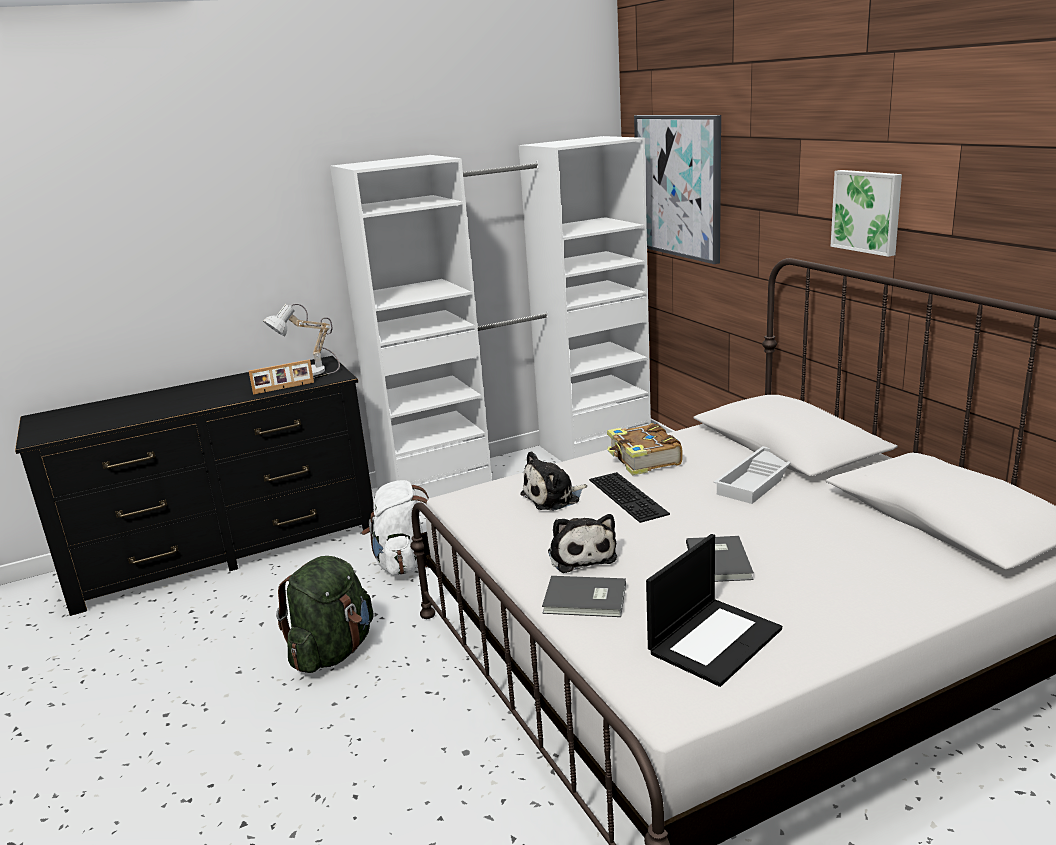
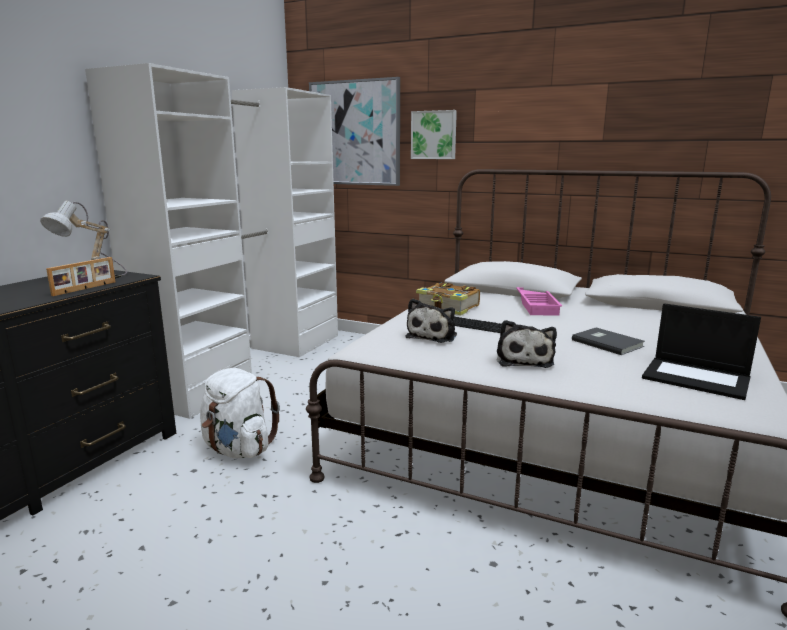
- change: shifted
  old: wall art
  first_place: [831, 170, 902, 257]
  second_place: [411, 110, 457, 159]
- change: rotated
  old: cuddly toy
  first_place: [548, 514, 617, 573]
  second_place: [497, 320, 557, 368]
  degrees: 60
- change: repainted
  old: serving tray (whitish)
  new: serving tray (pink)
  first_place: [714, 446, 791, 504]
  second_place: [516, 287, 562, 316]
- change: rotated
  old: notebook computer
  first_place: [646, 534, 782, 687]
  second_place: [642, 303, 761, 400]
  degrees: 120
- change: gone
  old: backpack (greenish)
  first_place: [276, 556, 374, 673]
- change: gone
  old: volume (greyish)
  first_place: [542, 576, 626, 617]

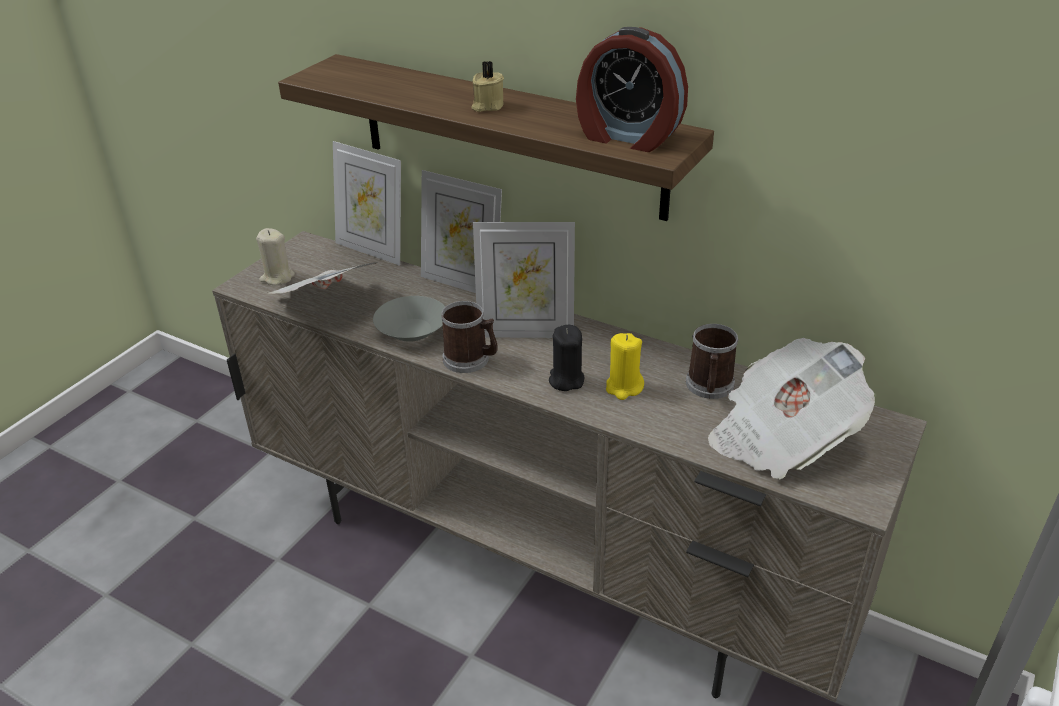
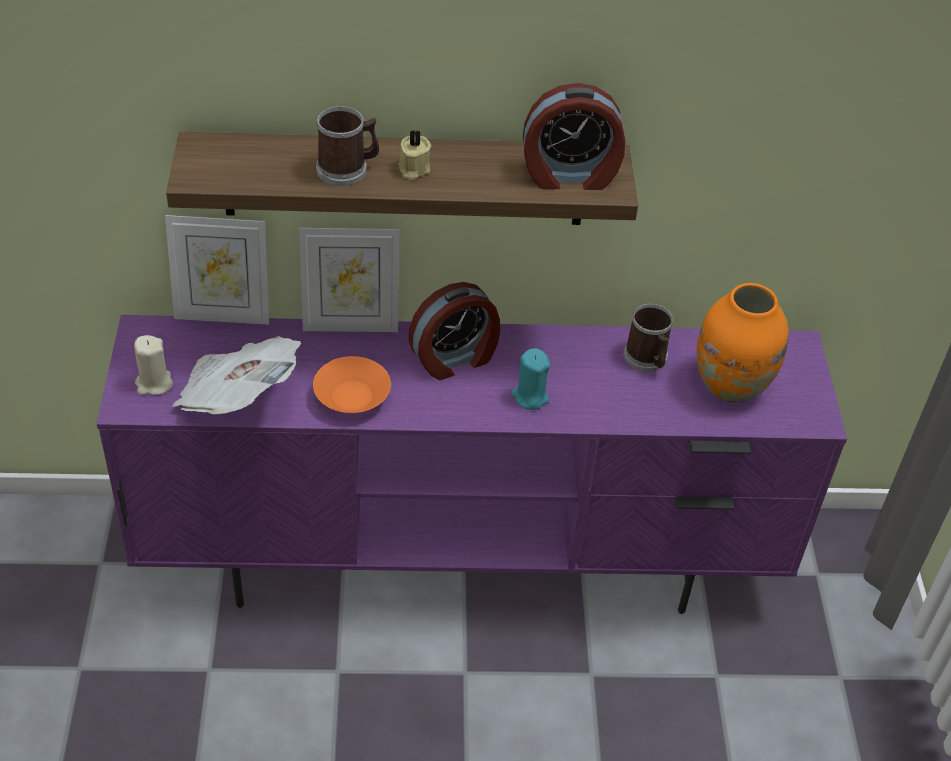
- change: repainted
  old: tv stand (beige)
  new: tv stand (purple-coloured)
  first_place: [212, 231, 927, 702]
  second_place: [97, 315, 847, 614]
- change: repainted
  old: serving bowl (greyish)
  new: serving bowl (orange-coloured)
  first_place: [373, 296, 445, 342]
  second_place: [313, 356, 391, 413]
- change: shifted
  old: mug
  first_place: [441, 301, 498, 373]
  second_place: [316, 106, 379, 186]
- change: swapped
  old: picture frame
  new: alarm clock
  first_place: [473, 222, 575, 338]
  second_place: [409, 282, 500, 380]
- change: repainted
  old: wax candle (black-coloured)
  new: wax candle (blue-green)
  first_place: [549, 325, 584, 391]
  second_place: [511, 348, 550, 410]
- change: swapped
  old: printed paper
  new: vase (orange-coloured)
  first_place: [708, 338, 875, 479]
  second_place: [697, 283, 789, 403]
- change: gone
  old: wax candle (yellow-coloured)
  first_place: [606, 333, 644, 400]

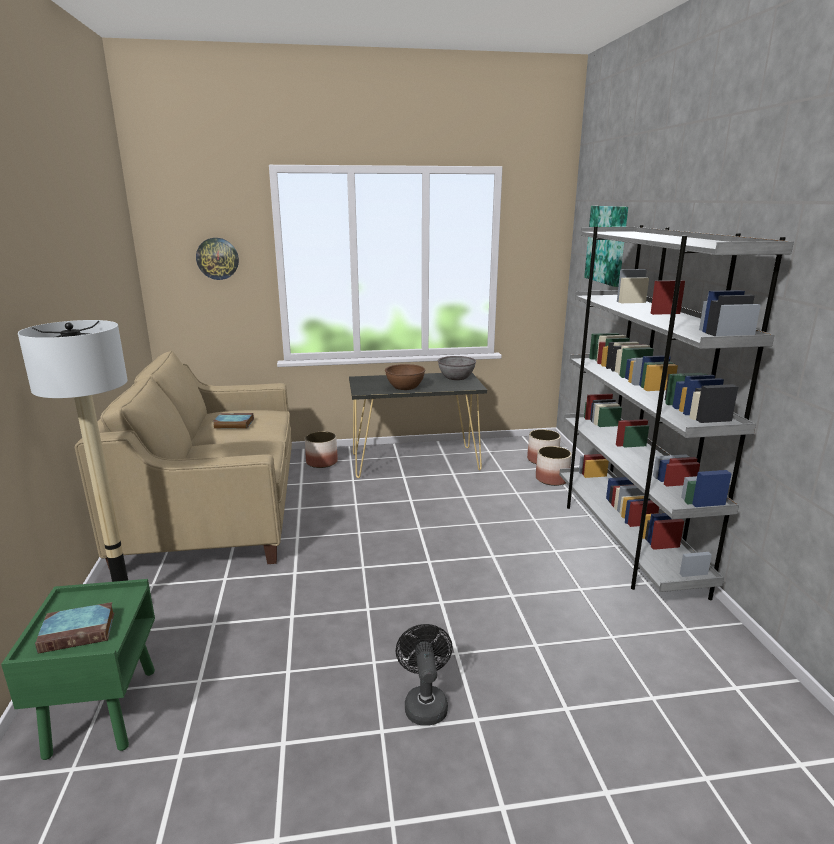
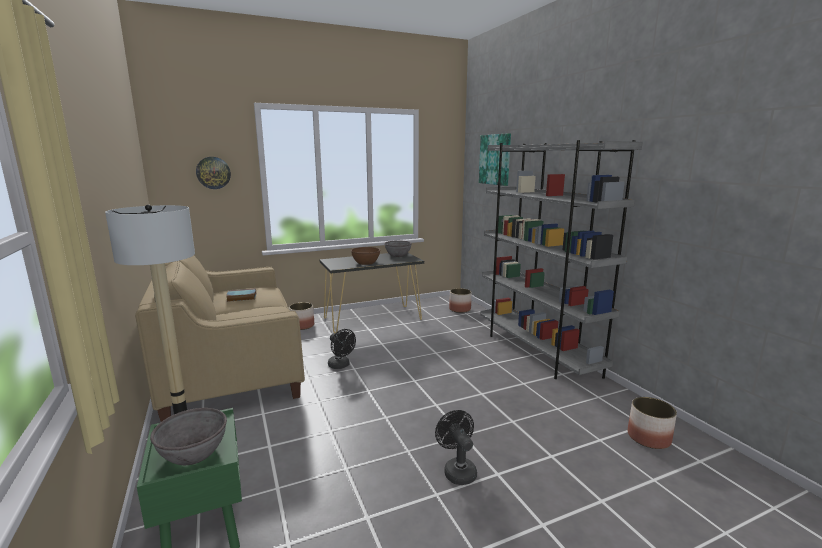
- change: swapped
  old: volume
  new: serving bowl (greyish)
  first_place: [35, 602, 115, 654]
  second_place: [150, 408, 227, 465]
- change: new
  new: cooling fan (black-coloured)
  second_place: [328, 329, 356, 369]
- change: shifted
  old: flower pot
  first_place: [536, 446, 572, 486]
  second_place: [628, 397, 677, 449]

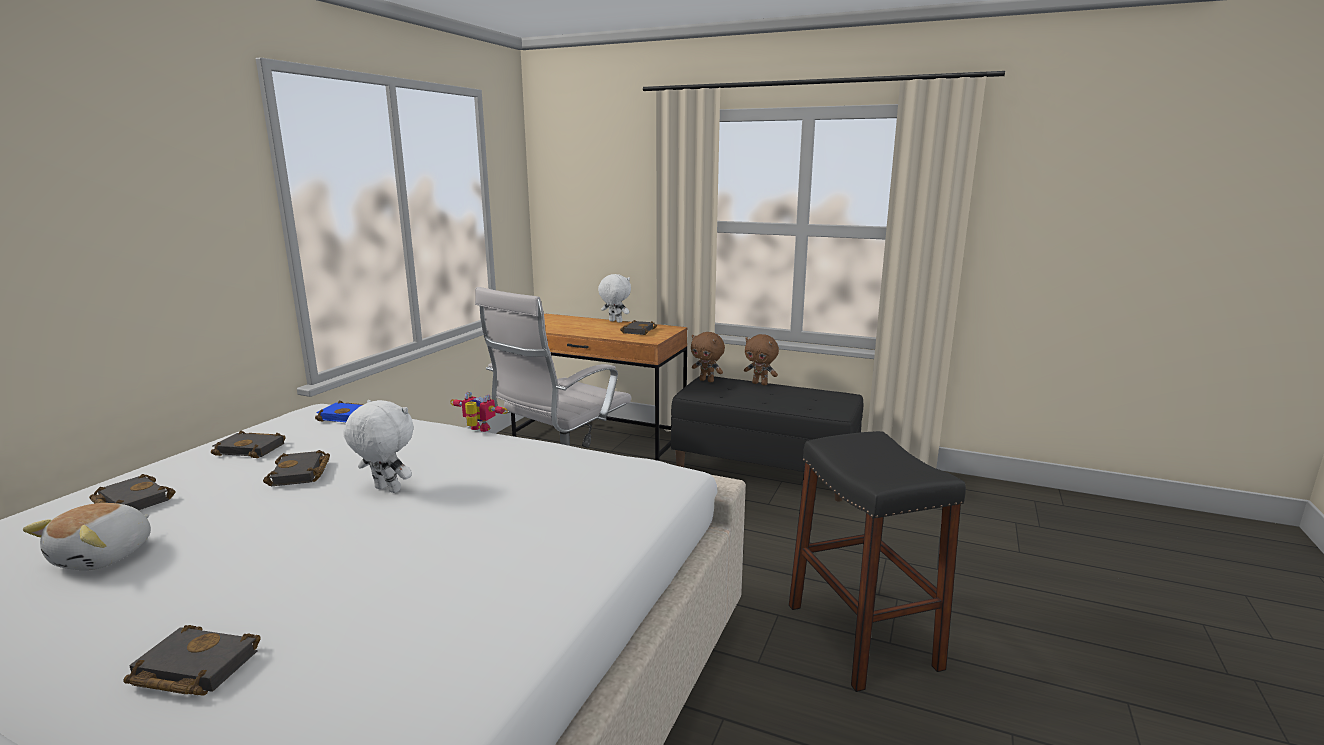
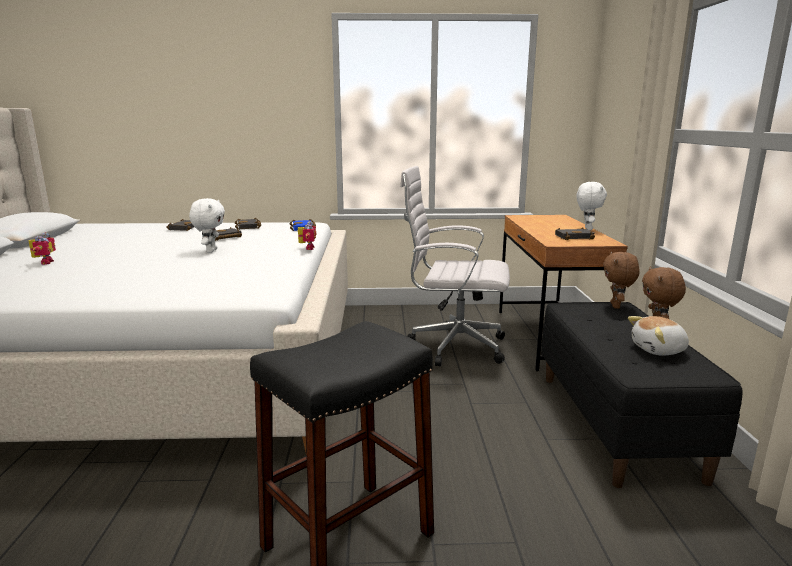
- change: swapped
  old: volume (black-coloured)
  new: robot figure
  first_place: [123, 625, 261, 696]
  second_place: [28, 233, 56, 265]
- change: shifted
  old: cuddly toy
  first_place: [23, 503, 151, 571]
  second_place: [628, 316, 689, 356]

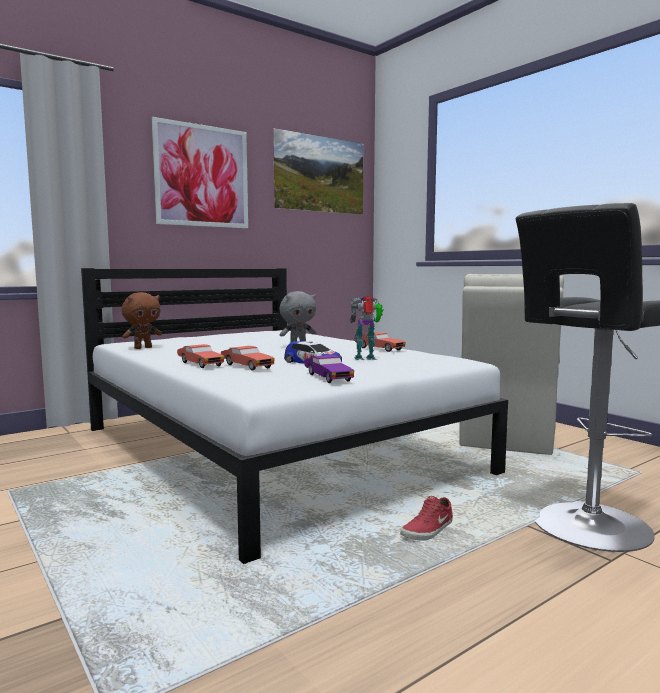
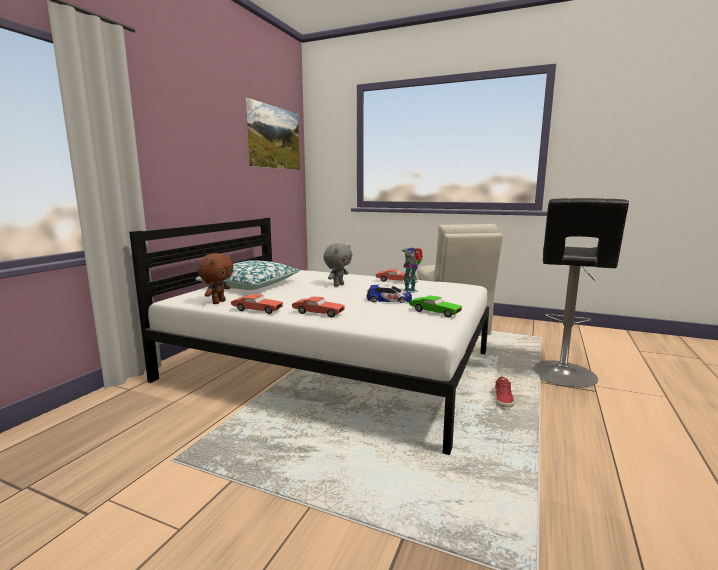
- change: new
  new: throw pillow
  second_place: [195, 260, 300, 290]
- change: shifted
  old: miniature car (reddish)
  first_place: [221, 346, 275, 370]
  second_place: [231, 294, 283, 314]
- change: repainted
  old: miniature car (purple-coloured)
  new: miniature car (greenish)
  first_place: [304, 355, 354, 383]
  second_place: [409, 296, 462, 317]
- change: gone
  old: wall art
  first_place: [152, 117, 248, 228]

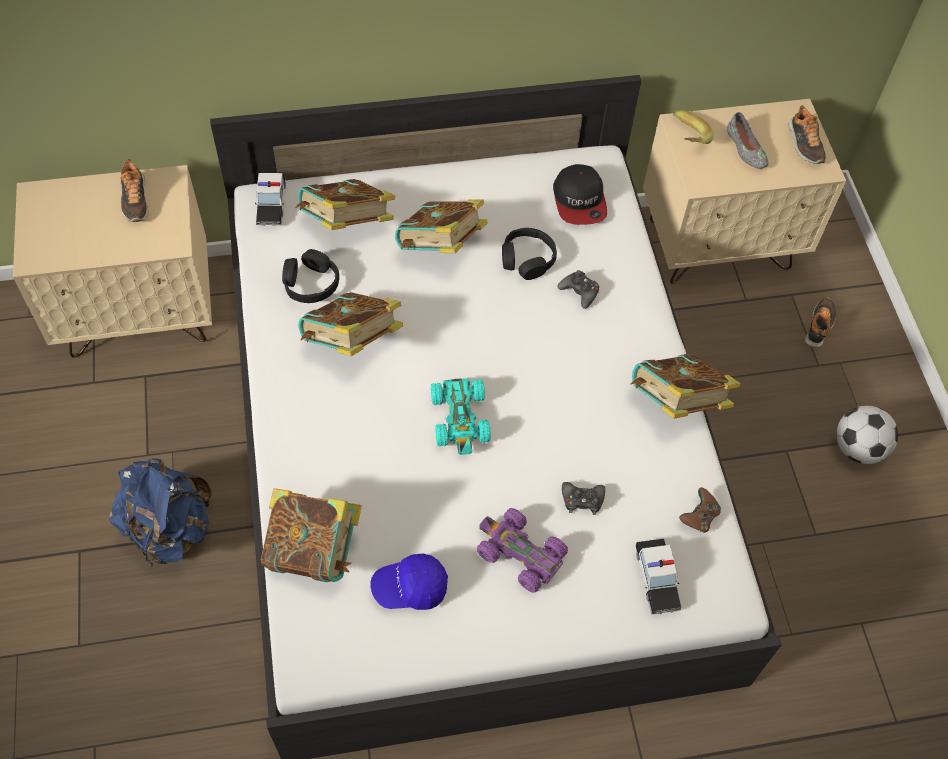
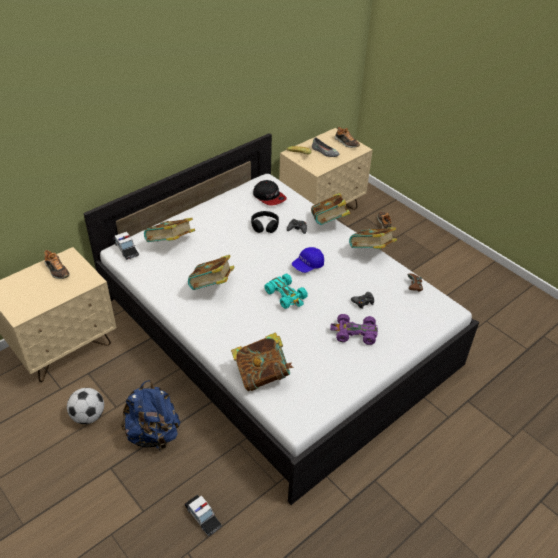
- change: shifted
  old: football
  first_place: [836, 406, 898, 464]
  second_place: [67, 388, 104, 424]
- change: shifted
  old: miniature car
  first_place: [636, 539, 681, 614]
  second_place: [185, 495, 222, 537]
- change: shifted
  old: cap (bluish)
  first_place: [370, 554, 448, 610]
  second_place: [292, 247, 324, 273]
- change: shifted
  old: volume
  first_place: [395, 199, 488, 253]
  second_place: [311, 193, 351, 225]
- change: gone
  old: headphones (black-coloured)
  first_place: [282, 249, 339, 303]

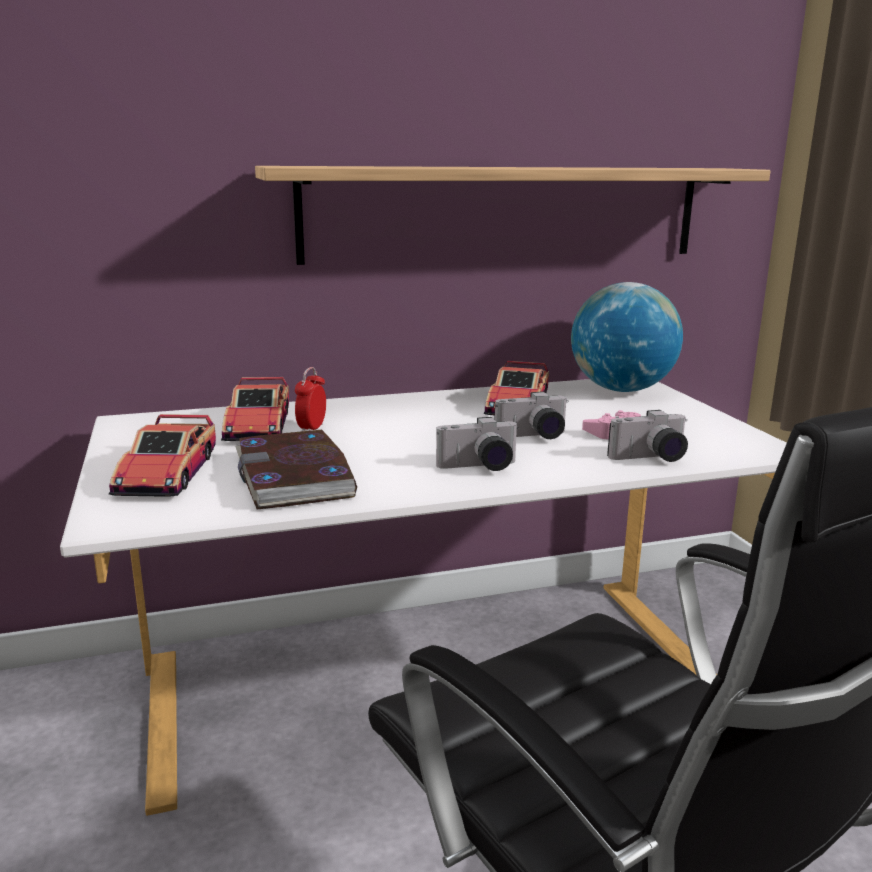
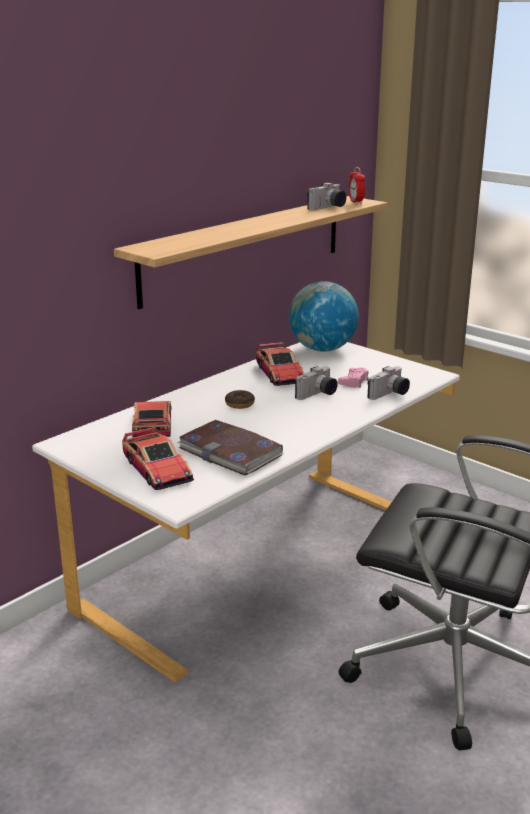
- change: rotated
  old: miniature car
  first_place: [221, 377, 289, 441]
  second_place: [132, 401, 171, 437]
  degrees: -150
- change: new
  new: ring doughnut
  second_place: [225, 390, 255, 409]
- change: shifted
  old: photo camera
  first_place: [436, 417, 519, 471]
  second_place: [307, 183, 346, 210]
- change: shifted
  old: alarm clock
  first_place: [295, 367, 326, 431]
  second_place: [349, 167, 365, 204]

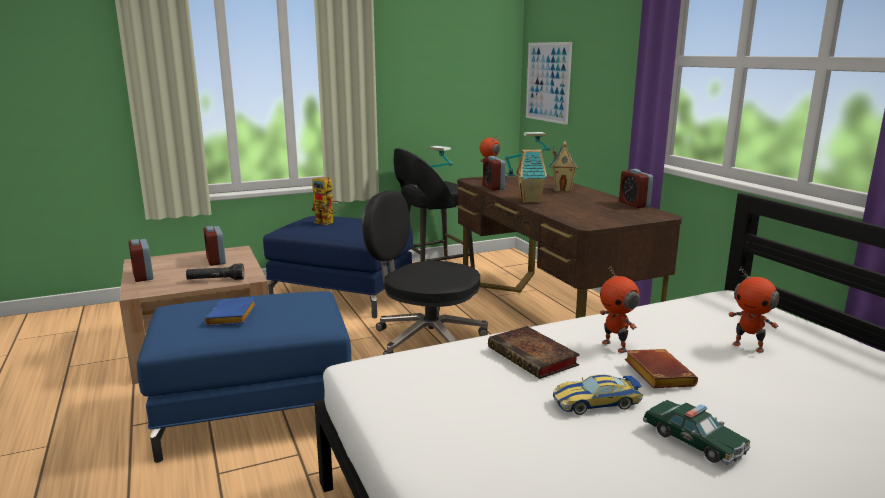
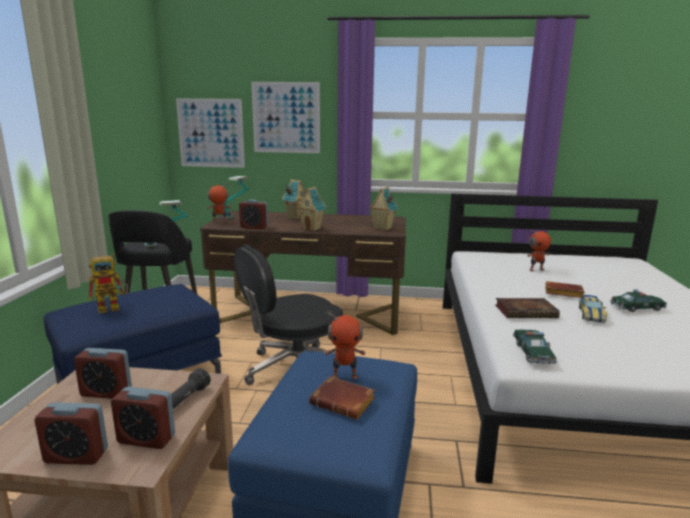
- change: shifted
  old: alarm clock
  first_place: [619, 169, 653, 208]
  second_place: [111, 387, 175, 449]
- change: new
  new: wall art
  second_place: [251, 82, 320, 153]
- change: repainted
  old: volume (bluish)
  new: volume (brown-coloured)
  first_place: [205, 297, 256, 326]
  second_place: [309, 376, 375, 419]
- change: shifted
  old: robot figure
  first_place: [600, 266, 640, 353]
  second_place: [325, 310, 366, 379]
- change: new
  new: model house
  second_place: [369, 187, 398, 231]
- change: new
  new: miniature car
  second_place: [513, 329, 557, 364]

